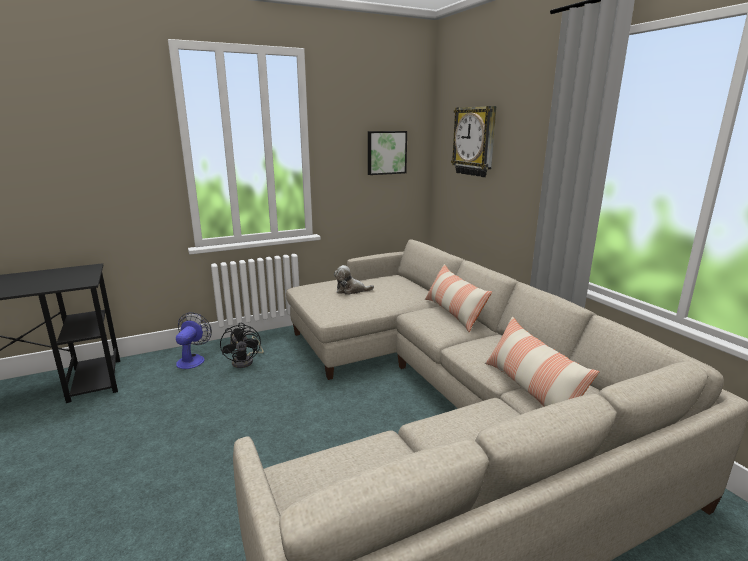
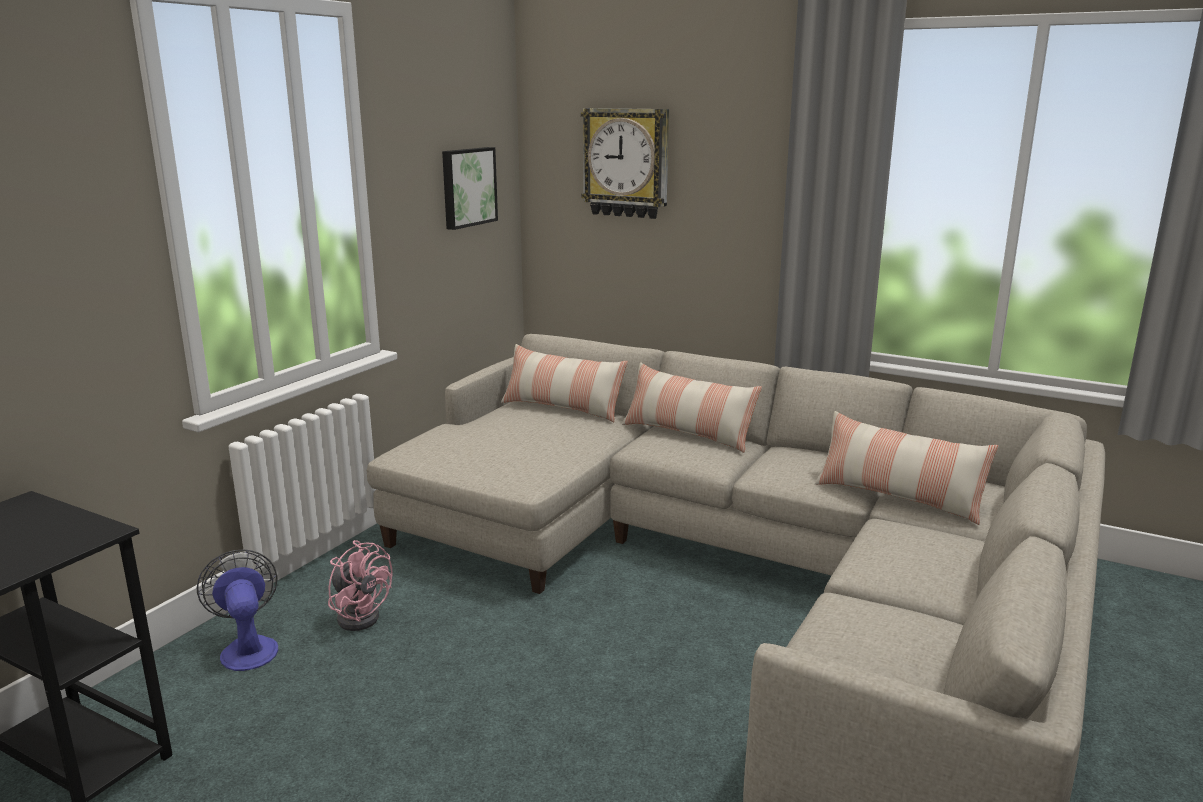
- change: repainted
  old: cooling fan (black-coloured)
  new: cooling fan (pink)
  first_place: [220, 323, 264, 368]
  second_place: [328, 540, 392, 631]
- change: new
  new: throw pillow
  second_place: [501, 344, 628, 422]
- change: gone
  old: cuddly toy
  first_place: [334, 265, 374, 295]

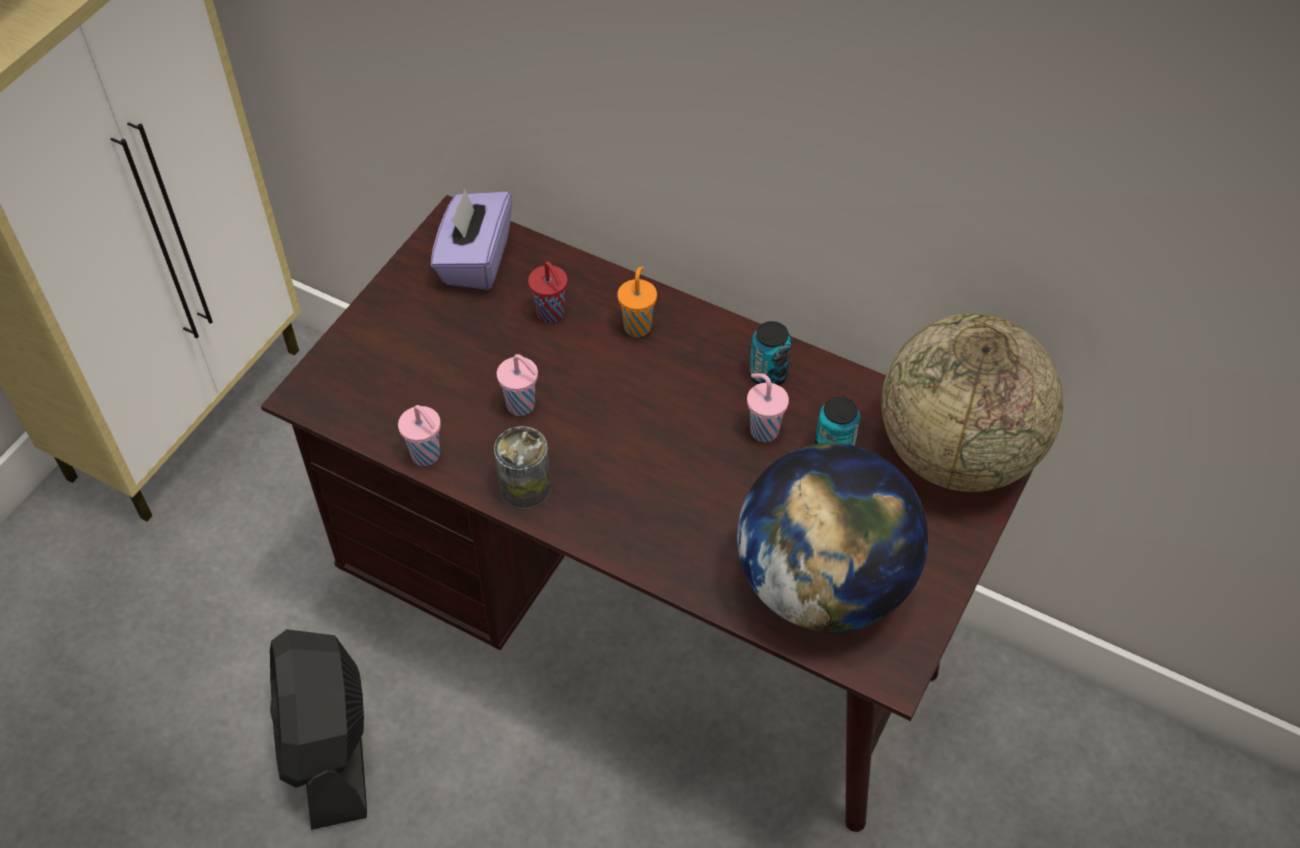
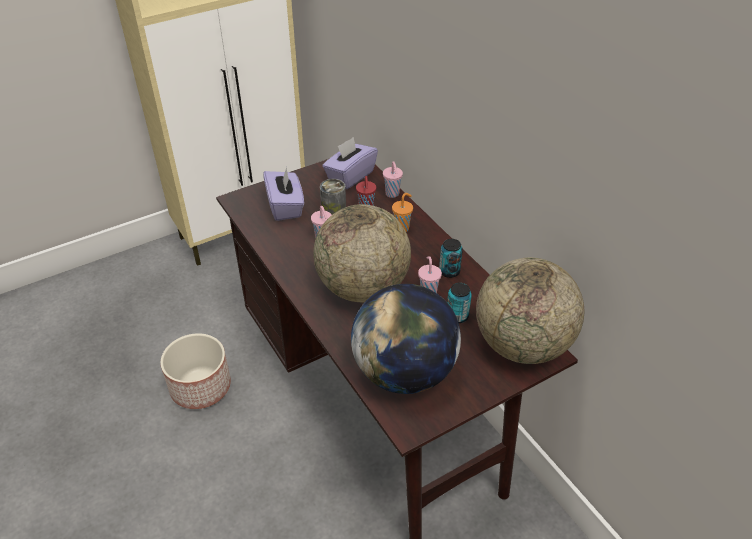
- change: swapped
  old: cooling fan (black-coloured)
  new: flower pot
  first_place: [270, 629, 367, 830]
  second_place: [160, 333, 231, 409]
- change: new
  new: box of tissues (purple-coloured)
  second_place: [263, 167, 304, 221]
- change: new
  new: desk globe
  second_place: [313, 204, 411, 302]
- change: shifted
  old: sealed can
  first_place: [494, 426, 551, 509]
  second_place: [320, 179, 346, 215]
- change: shifted
  old: cup (pink)
  first_place: [398, 405, 441, 466]
  second_place: [383, 161, 403, 198]

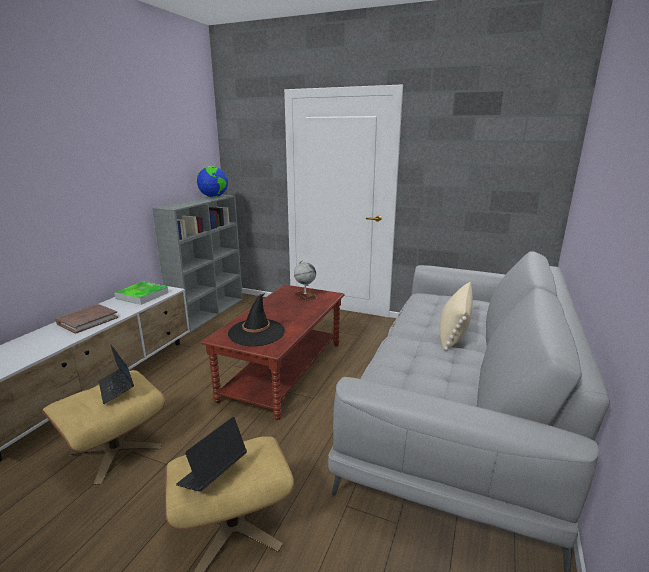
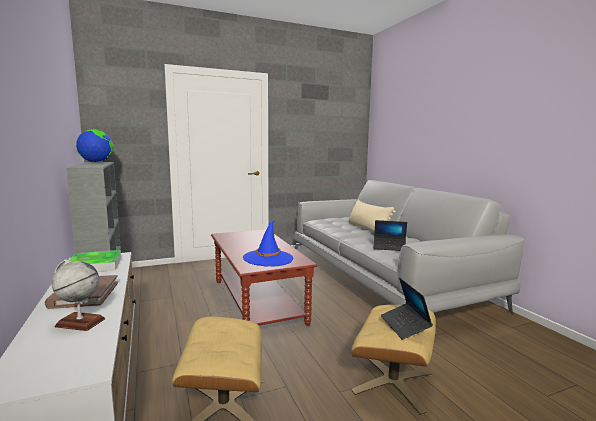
- change: shifted
  old: desk globe
  first_place: [294, 260, 317, 301]
  second_place: [52, 259, 105, 331]
- change: repainted
  old: hat (black-coloured)
  new: hat (bluish)
  first_place: [228, 293, 285, 346]
  second_place: [243, 220, 294, 266]
- change: shifted
  old: notebook computer
  first_place: [99, 344, 134, 404]
  second_place: [374, 220, 407, 251]

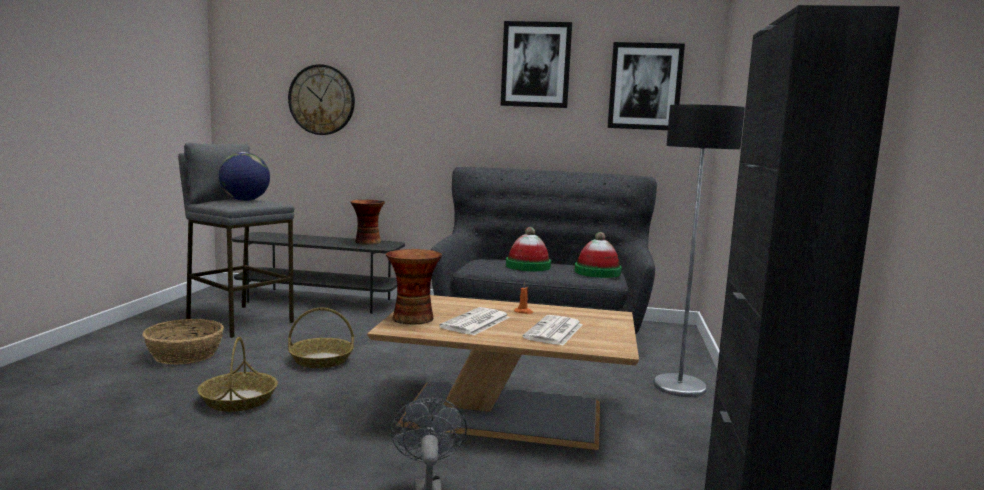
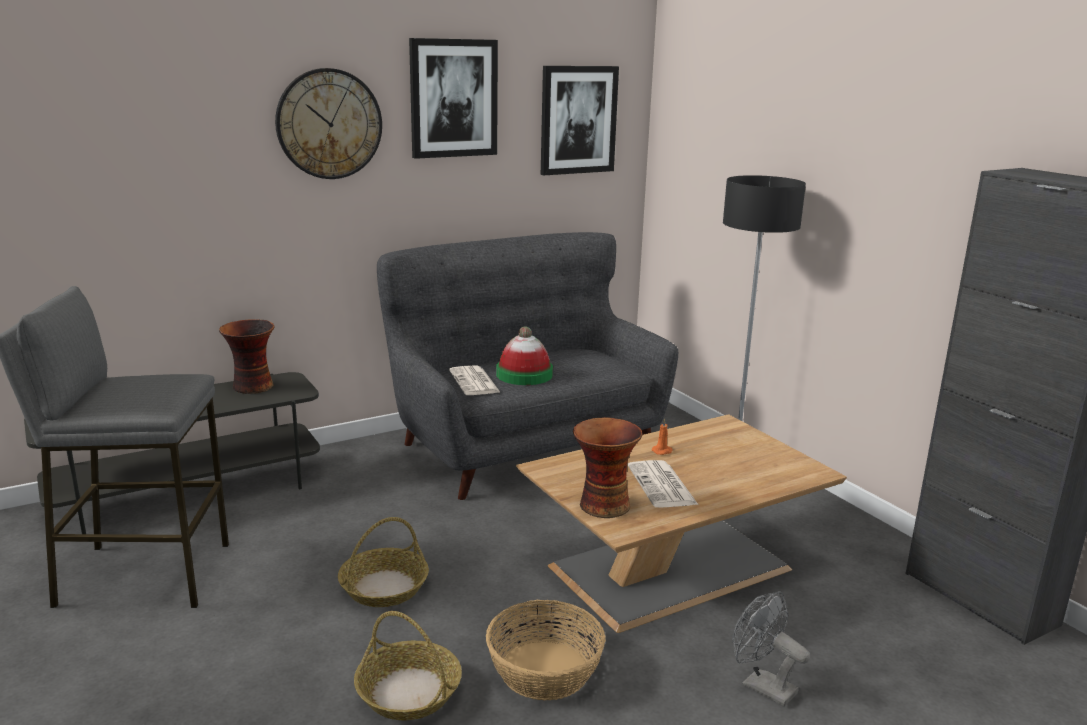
- change: shifted
  old: hanging clock
  first_place: [288, 64, 355, 135]
  second_place: [275, 68, 382, 179]
- change: shifted
  old: printed paper
  first_place: [523, 315, 583, 345]
  second_place: [449, 365, 501, 395]
- change: shifted
  old: storage basket
  first_place: [142, 319, 224, 365]
  second_place: [486, 600, 606, 700]
- change: gone
  old: desk globe
  first_place: [219, 152, 270, 201]
- change: gone
  old: hat
  first_place: [575, 232, 622, 278]

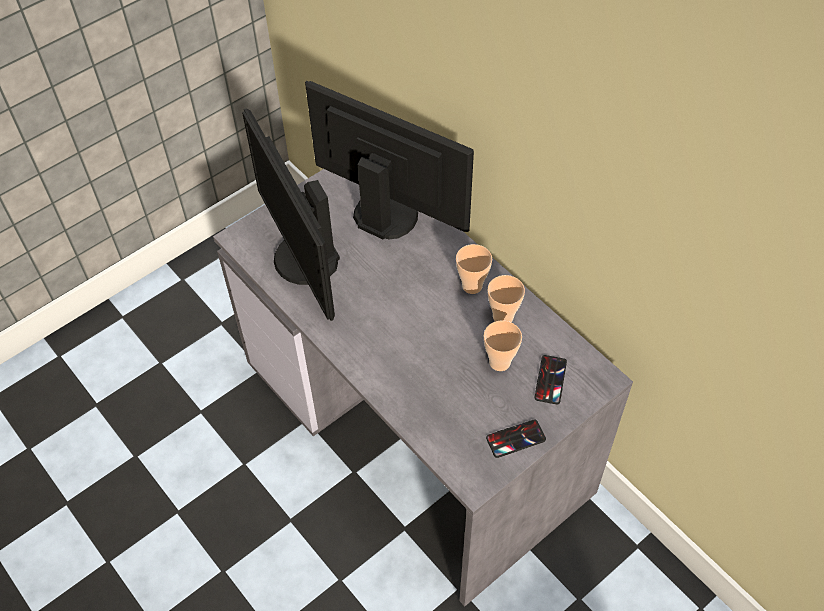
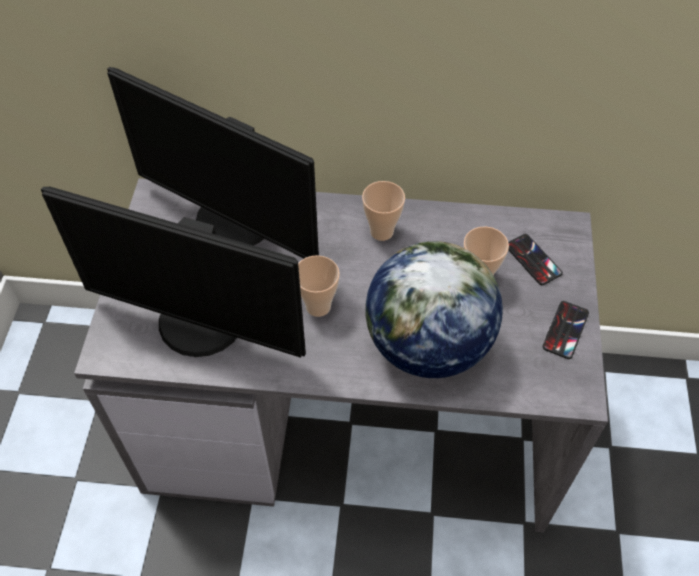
- change: rotated
  old: computer screen
  first_place: [305, 81, 474, 239]
  second_place: [107, 67, 319, 258]
  degrees: -135
- change: shifted
  old: cup
  first_place: [487, 275, 525, 322]
  second_place: [298, 255, 340, 317]
- change: new
  new: desk globe
  second_place: [365, 241, 503, 378]

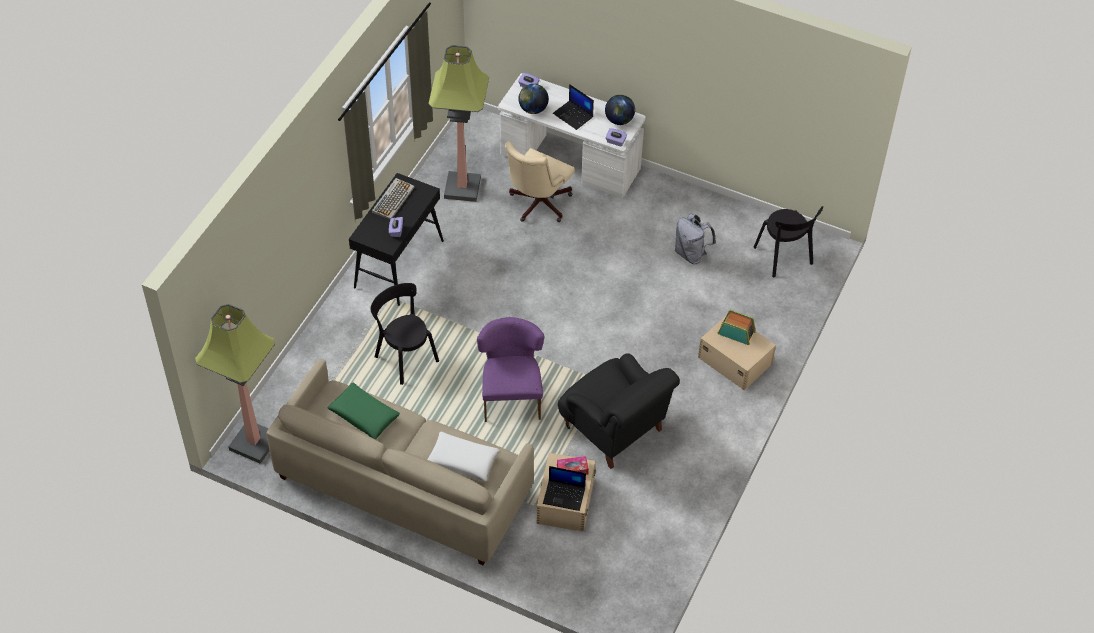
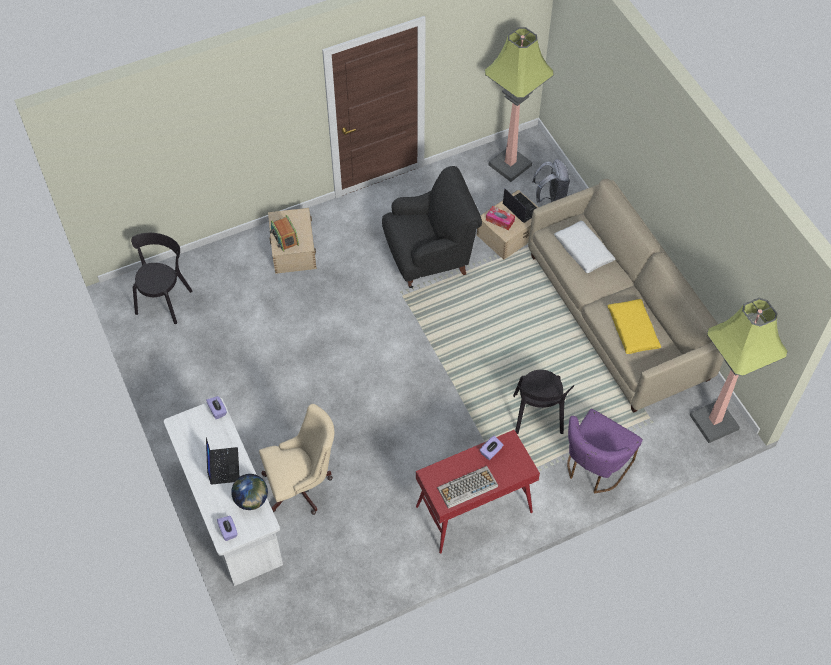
- change: rotated
  old: easy chair (black-coloured)
  first_place: [558, 353, 680, 469]
  second_place: [382, 166, 482, 288]
  degrees: 75
- change: repainted
  old: narrow table (black-coloured)
  new: narrow table (reddish)
  first_place: [349, 173, 444, 306]
  second_place: [416, 430, 540, 554]
- change: shifted
  old: standard lamp
  first_place: [428, 45, 489, 202]
  second_place: [485, 27, 554, 182]
- change: shifted
  old: backpack (greyish)
  first_place: [675, 214, 716, 264]
  second_place: [532, 159, 570, 202]
- change: shifted
  old: plain chair (purple-coloured)
  first_place: [477, 317, 545, 422]
  second_place: [567, 409, 643, 493]
- change: repainted
  old: throw pillow (greenish)
  new: throw pillow (yellow-coloured)
  first_place: [327, 383, 400, 440]
  second_place: [608, 299, 661, 354]
- change: gone
  old: desk globe
  first_place: [605, 95, 635, 125]

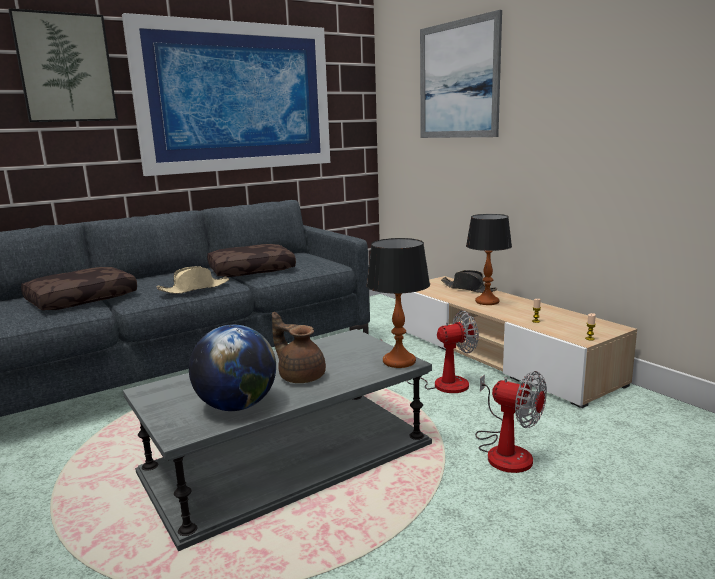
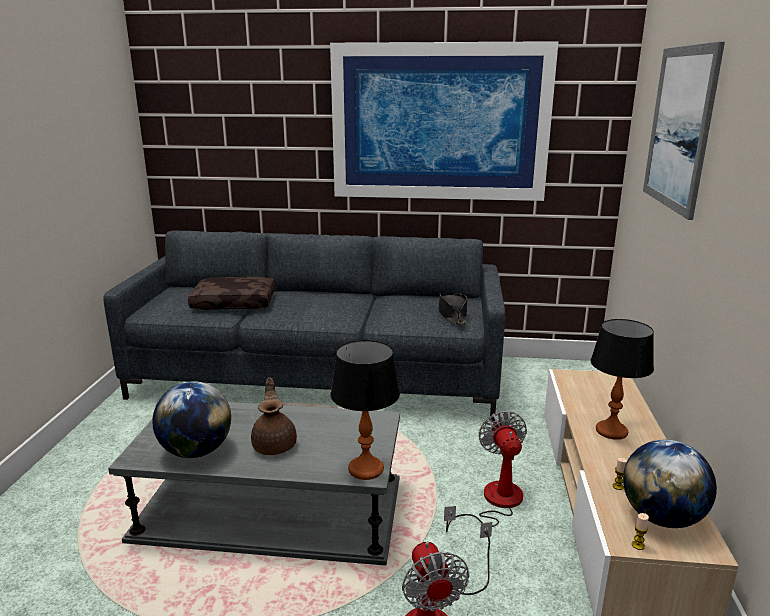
- change: shifted
  old: hat (black-coloured)
  first_place: [441, 270, 498, 293]
  second_place: [438, 293, 467, 324]
- change: rotated
  old: cooling fan
  first_place: [380, 311, 479, 393]
  second_place: [444, 411, 527, 532]
  degrees: -120
- change: new
  new: desk globe
  second_place: [623, 440, 717, 528]
- change: gone
  old: wall art
  first_place: [9, 8, 118, 122]
- change: gone
  old: hat (beige)
  first_place: [157, 266, 230, 294]
- change: gone
  old: throw pillow (brown-coloured)
  first_place: [207, 244, 296, 277]

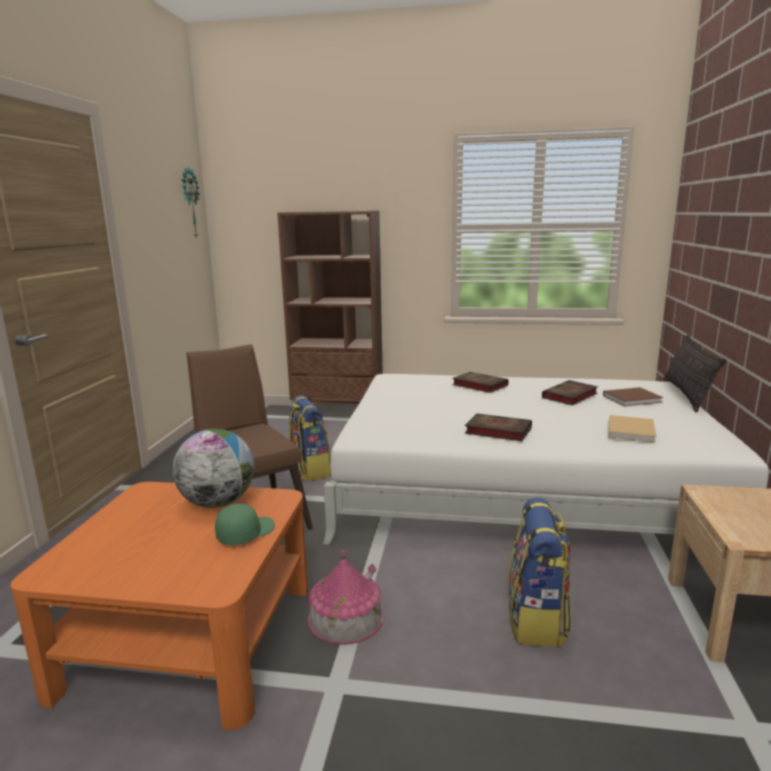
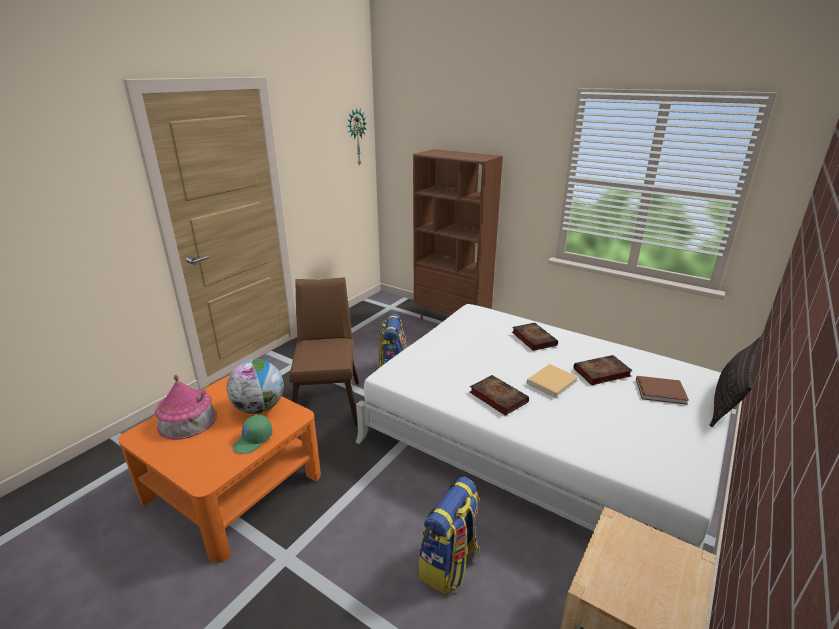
- change: shifted
  old: model house
  first_place: [308, 550, 384, 645]
  second_place: [155, 375, 217, 440]
- change: rotated
  old: cap (greenish)
  first_place: [215, 504, 275, 545]
  second_place: [232, 415, 272, 454]
  degrees: 150
- change: shifted
  old: volume (beige)
  first_place: [609, 415, 656, 443]
  second_place: [527, 364, 578, 398]

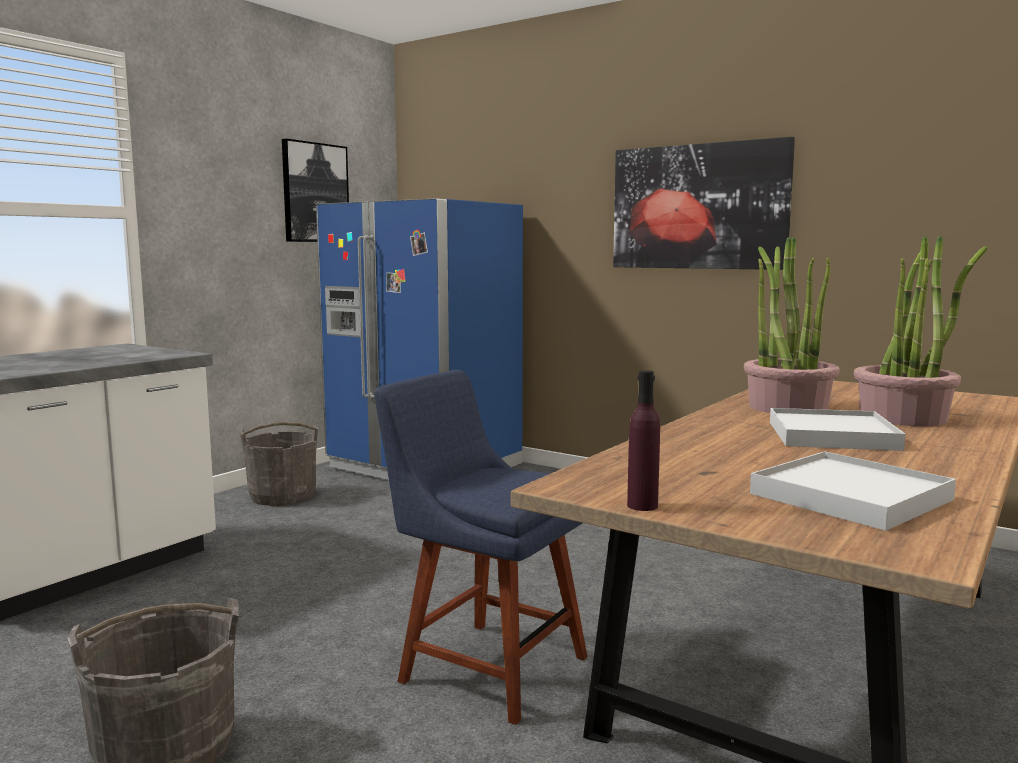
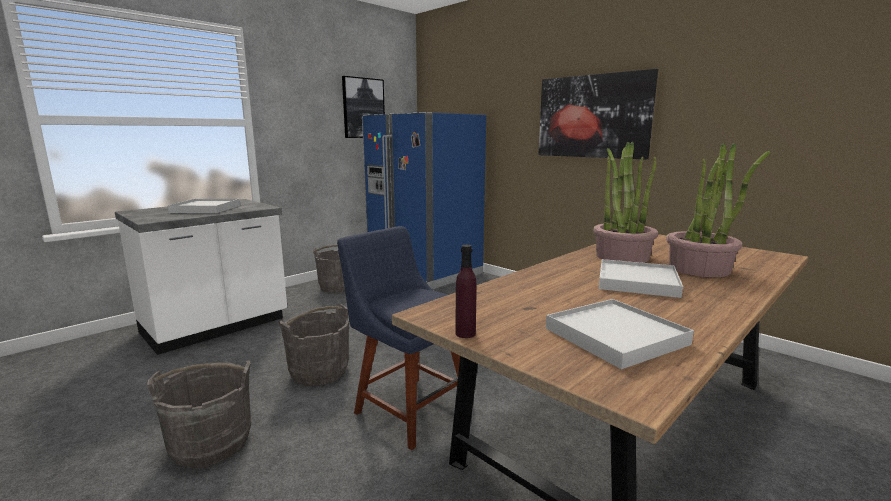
- change: new
  new: serving tray (whitish)
  second_place: [168, 199, 240, 213]
- change: new
  new: pail (greyish)
  second_place: [279, 304, 349, 386]

